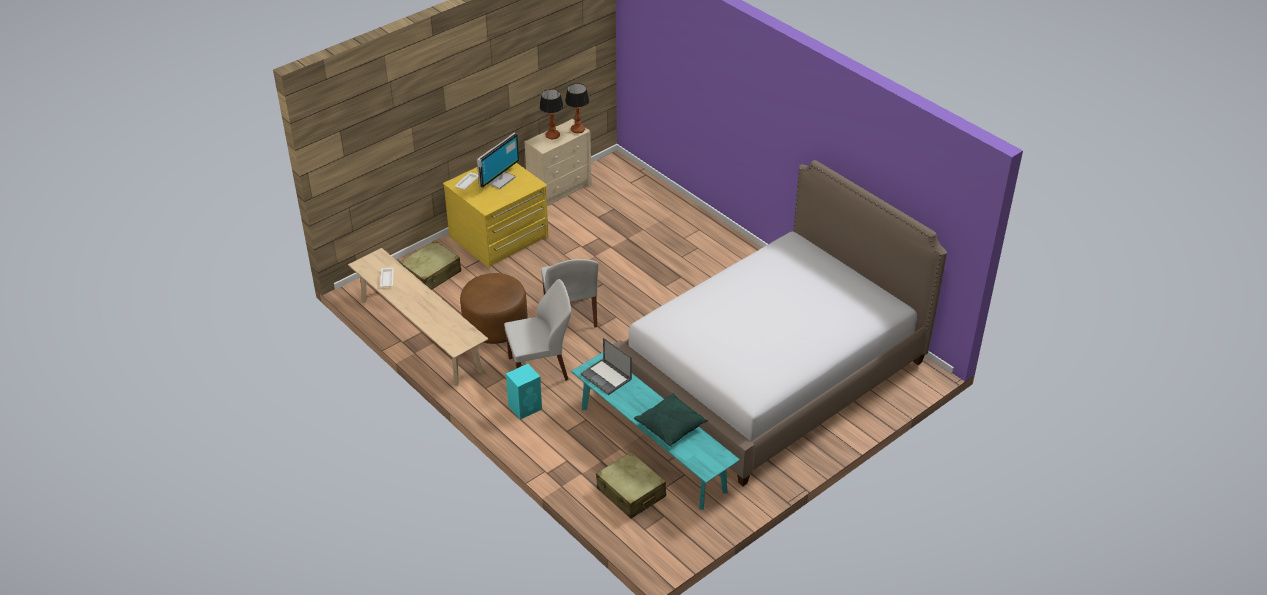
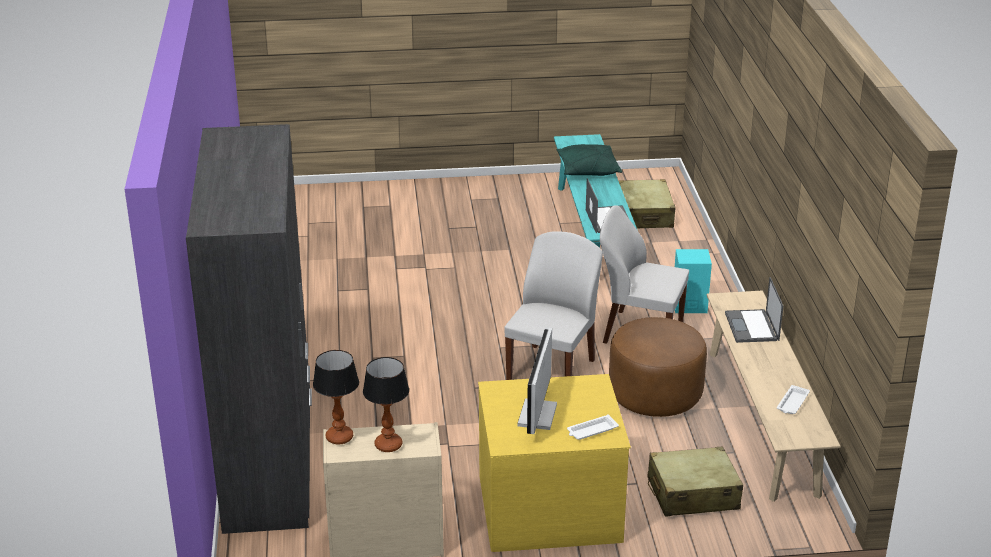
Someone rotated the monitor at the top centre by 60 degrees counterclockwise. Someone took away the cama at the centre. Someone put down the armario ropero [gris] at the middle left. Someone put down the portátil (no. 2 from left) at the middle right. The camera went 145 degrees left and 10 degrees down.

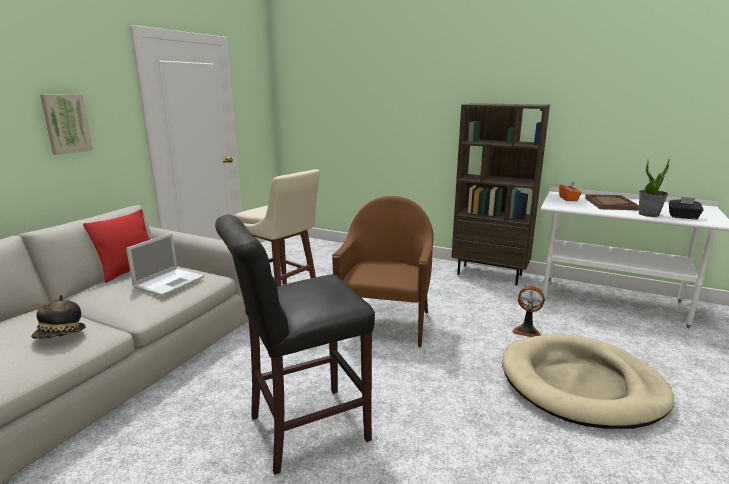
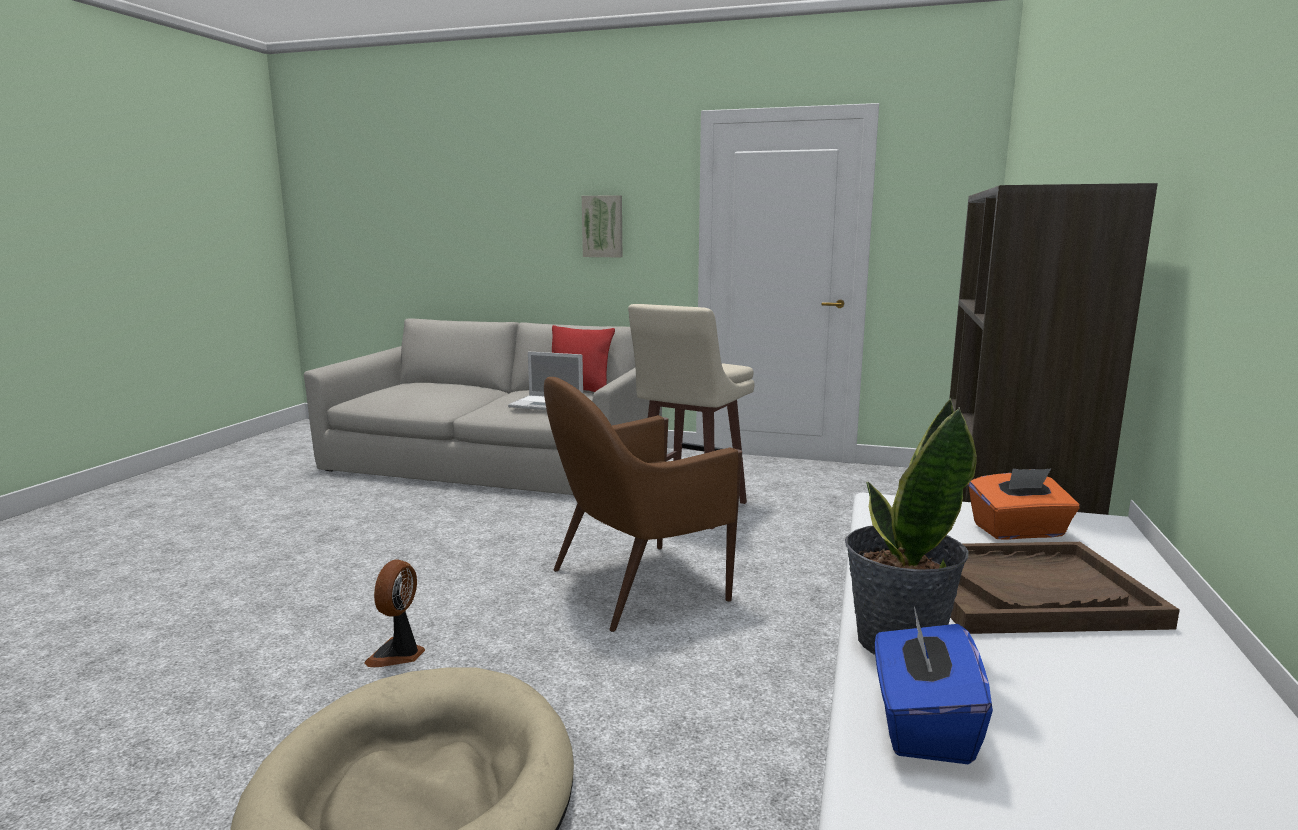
Someone rotated the sillón [marrón] at the centre by 150 degrees clockwise. Someone repainted the caja de pañuelos [negro] at the middle right, which became the caja de pañuelos [azul] at the bottom right. Someone took away the taburete [negro] at the bottom centre. Someone carried the ventilador from the middle right to the bottom left. Someone took away the sombrero at the middle left. The camera went 80 degrees right and 5 degrees down.

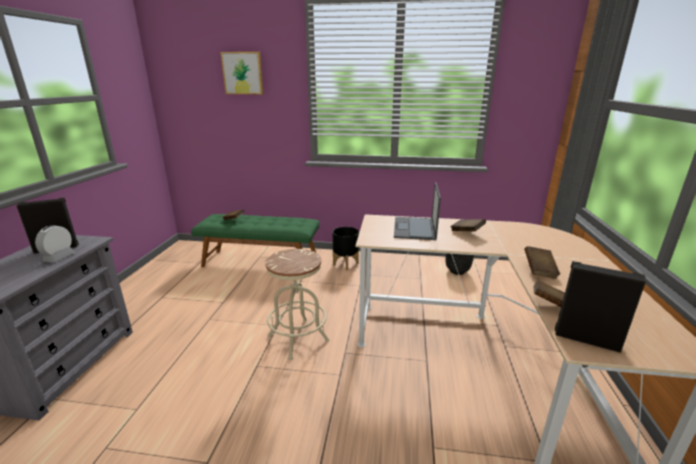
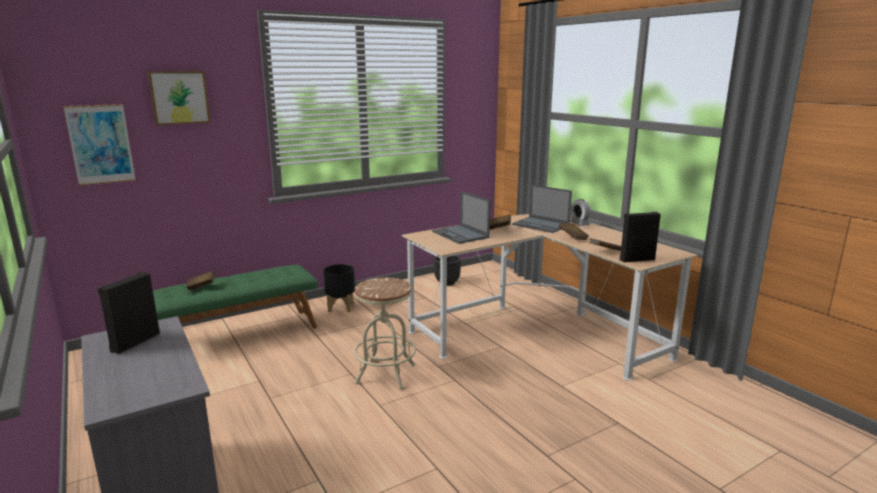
Someone carried the despertador from the middle left to the centre. Someone put up the cuadro (no. 1 from left) at the top left. Someone put down the portátil (no. 2 from left) at the centre. The camera went 40 degrees left and 5 degrees down.

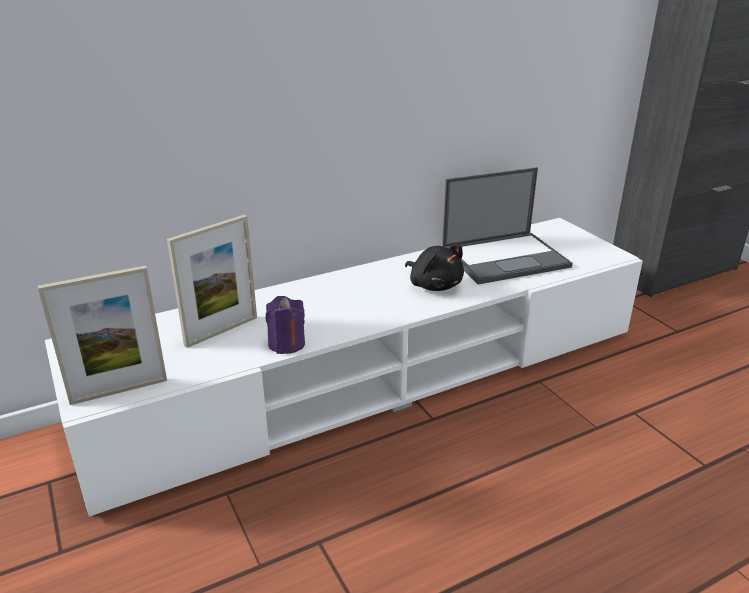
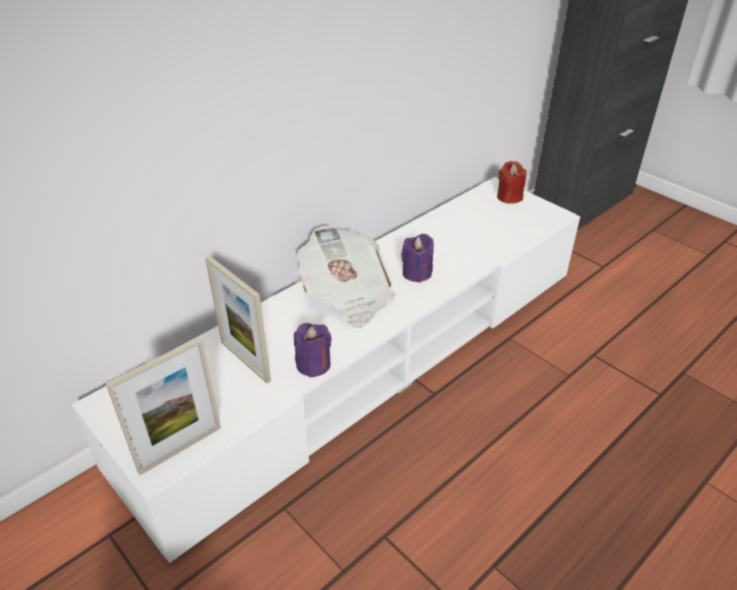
Someone took away the portátil at the middle right. Someone rotated the portarretratos (no. 2 from left) at the middle left by 105 degrees clockwise. Someone swapped the peluche [negro] at the centre for the vela [morado] (no. 2 from left) at the centre. Someone put down the vela [rojo] at the top right. Someone put down the periódico at the centre. The camera went 15 degrees left and 10 degrees up.

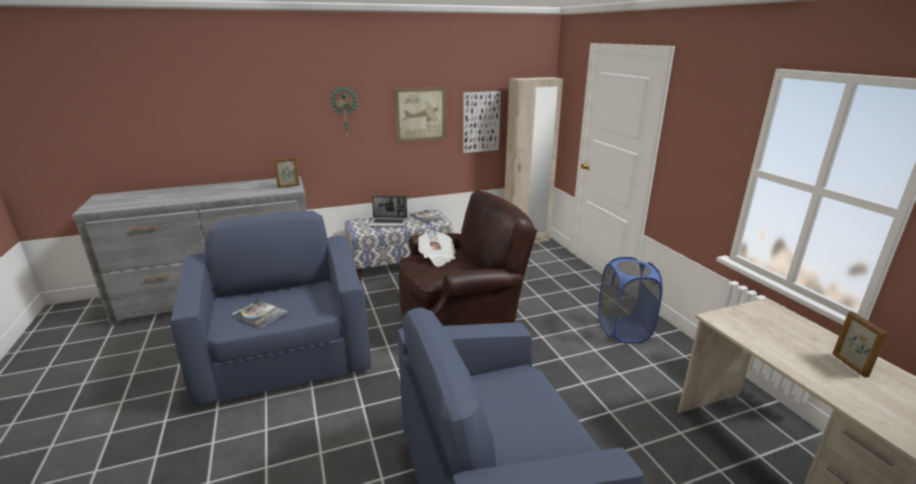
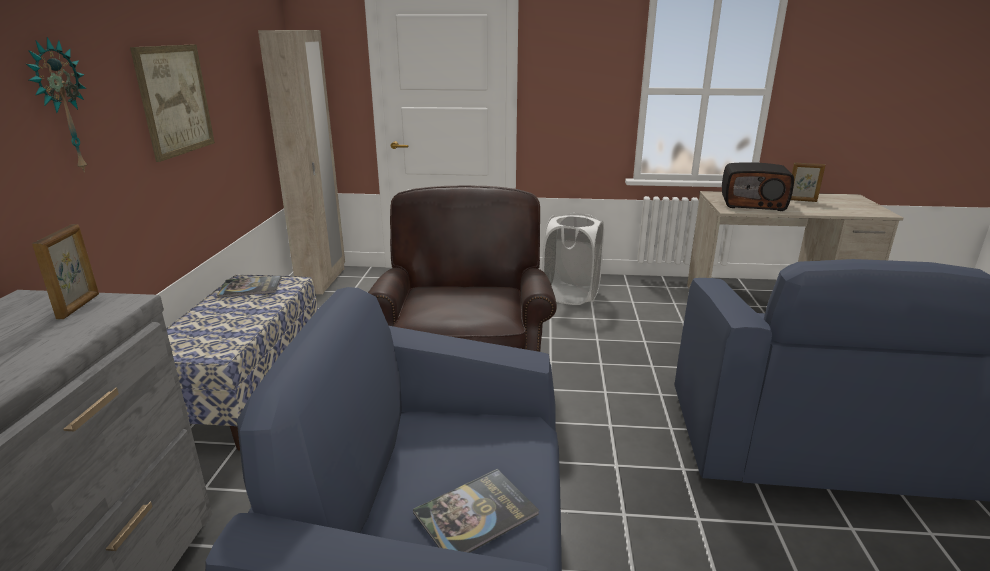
Someone took away the cuadro (no. 2 from left) at the top centre. Someone took away the portátil at the centre. Someone took away the periódico at the centre. Someone repainted the cesto de la ropa [azul] at the middle right, which became the cesto de la ropa [blanco] at the centre. Someone put down the radio at the top right. The camera went 65 degrees left and 0 degrees up.

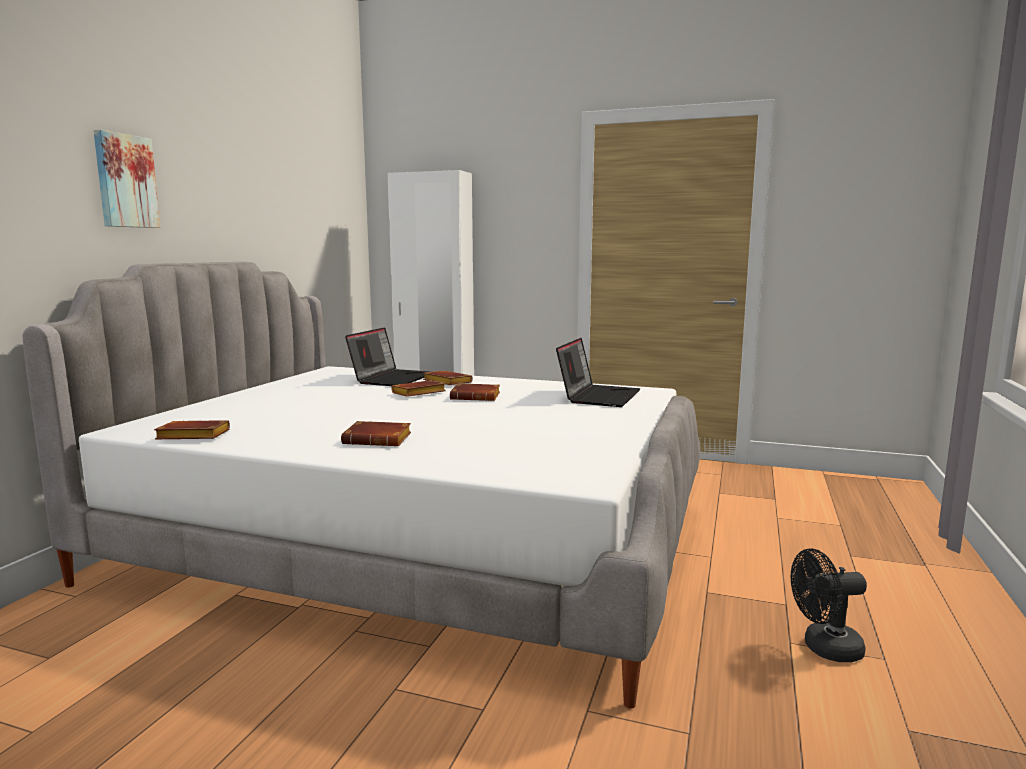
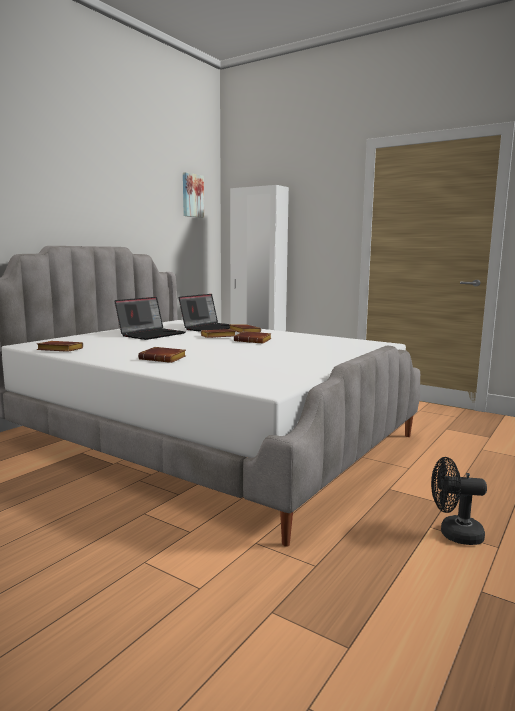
Someone carried the cuadro from the top left to the top centre. Someone carried the portátil (no. 2 from left in the first image) from the centre to the middle left. The camera went 15 degrees right and 0 degrees up.

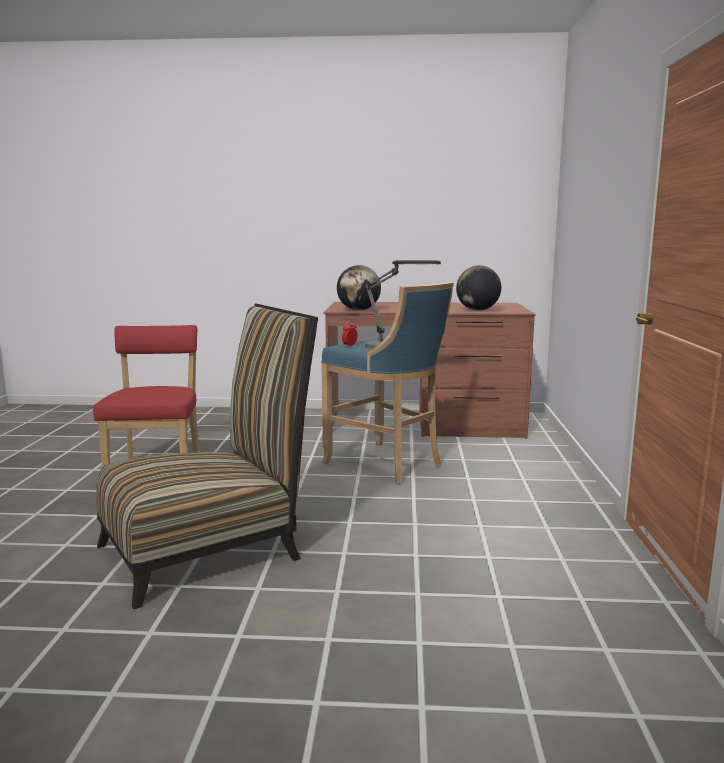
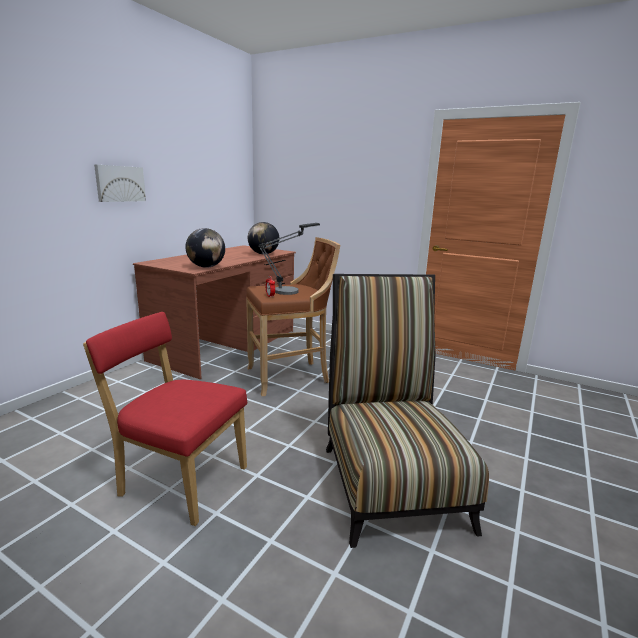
Someone repainted the taburete [azul] at the centre, which became the taburete [marrón] at the centre. Someone put up the cuadro at the top left. The camera went 65 degrees left and 5 degrees up.

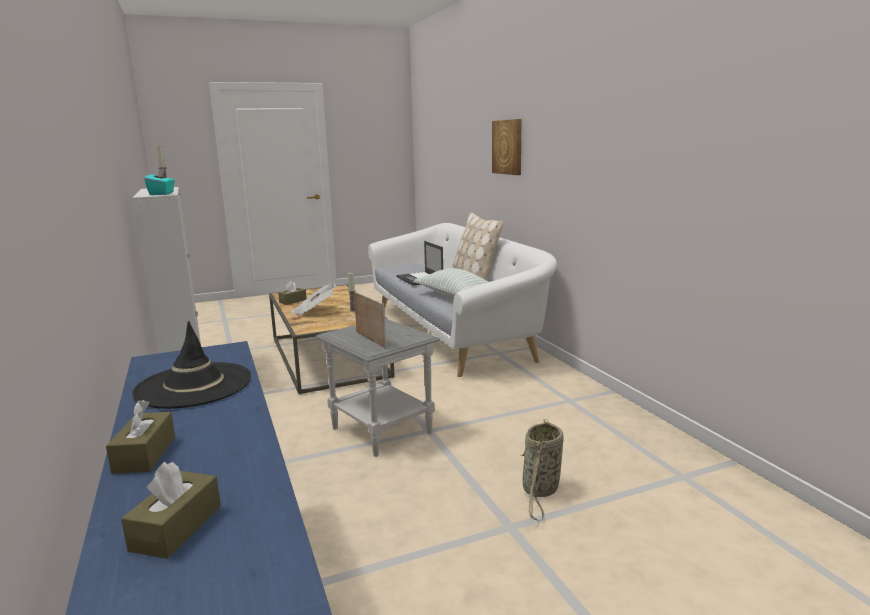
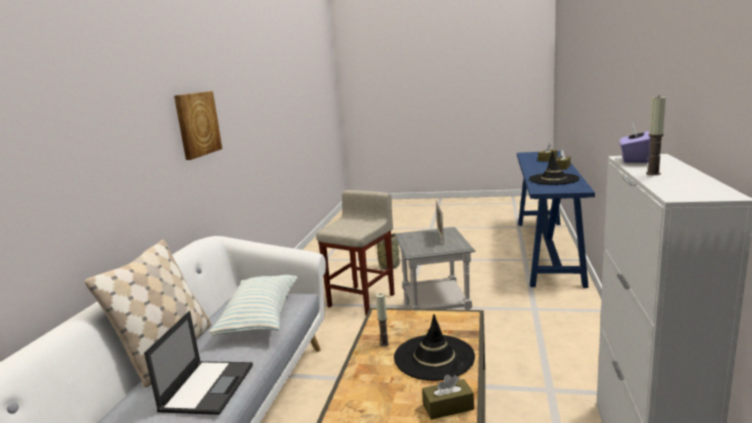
Someone carried the cuadro from the top centre to the top left. Someone repainted the caja de pañuelos [turquesa] at the top left, which became the caja de pañuelos [morado] at the middle right. Someone swapped the periódico at the centre for the sombrero [negro] (no. 1 from left) at the bottom centre. Someone put down the taburete [beis] at the centre. The camera went 145 degrees left and 0 degrees up.

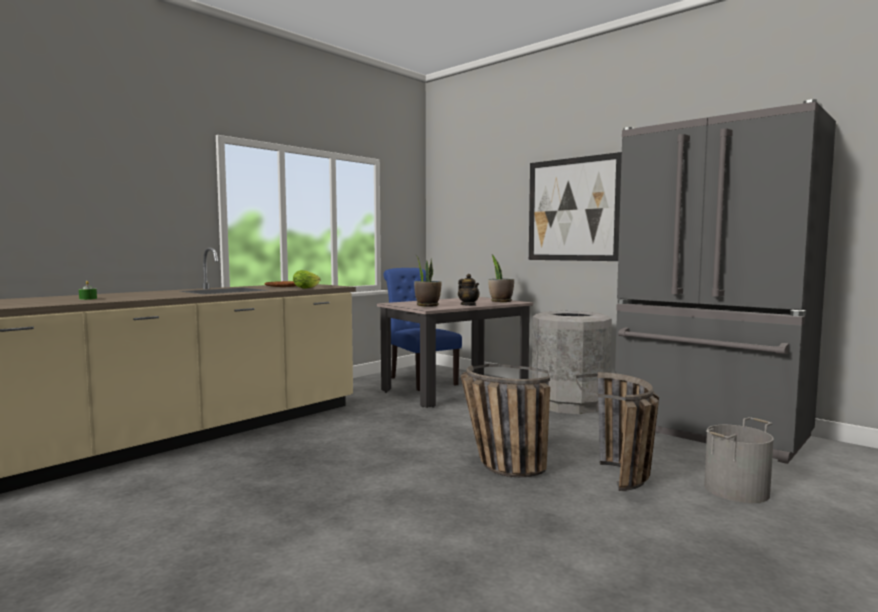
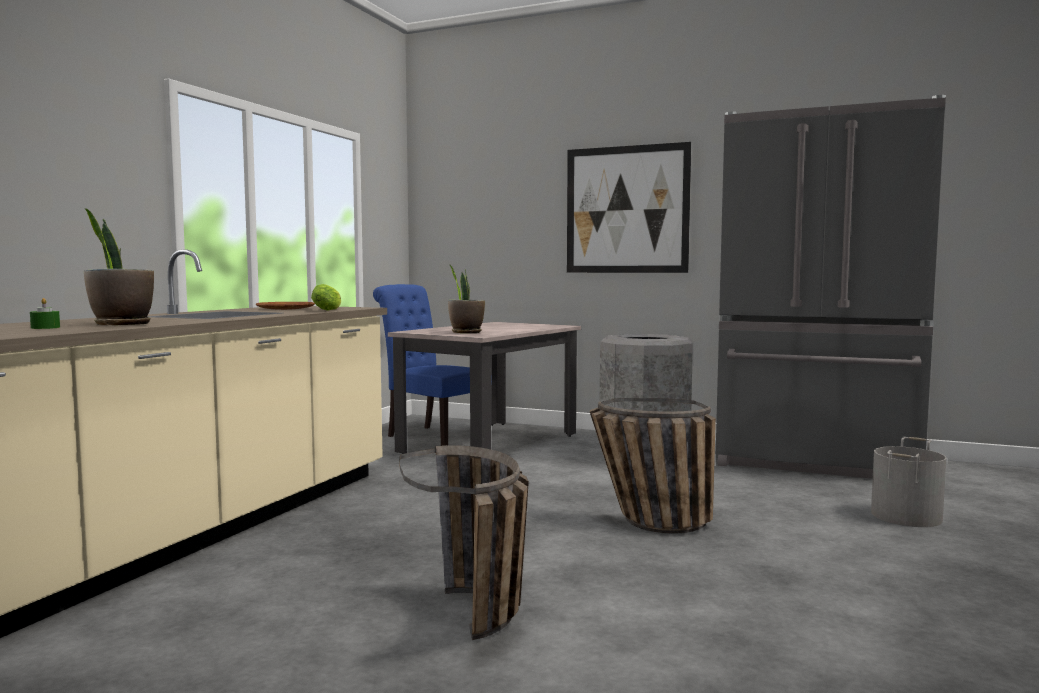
Someone carried the planta en maceta (no. 2 from left in the first image) from the centre to the middle left. Someone took away the tetera at the centre. Someone carried the cesta (no. 2 from left in the first image) from the bottom right to the bottom centre. The camera went 20 degrees left and 0 degrees up.

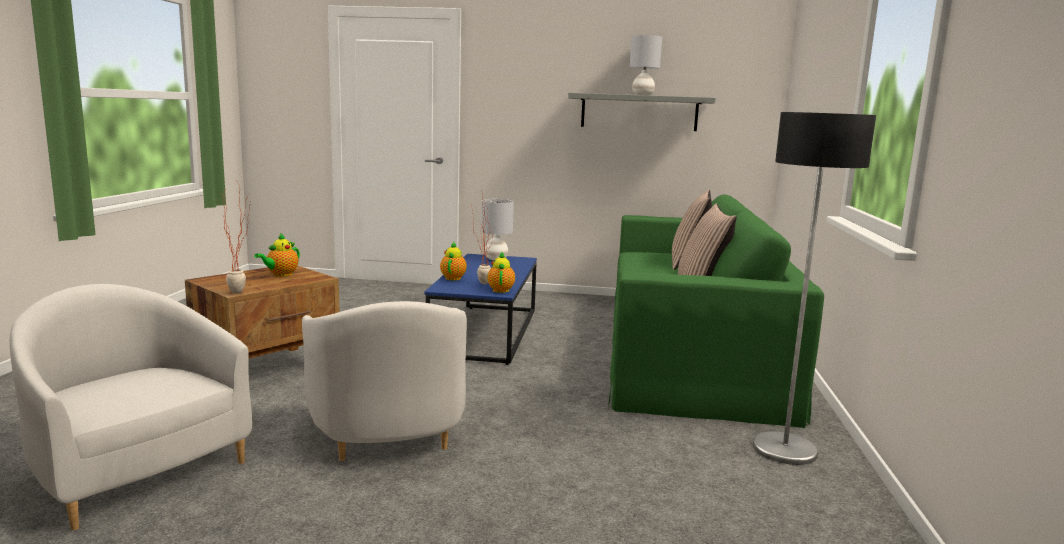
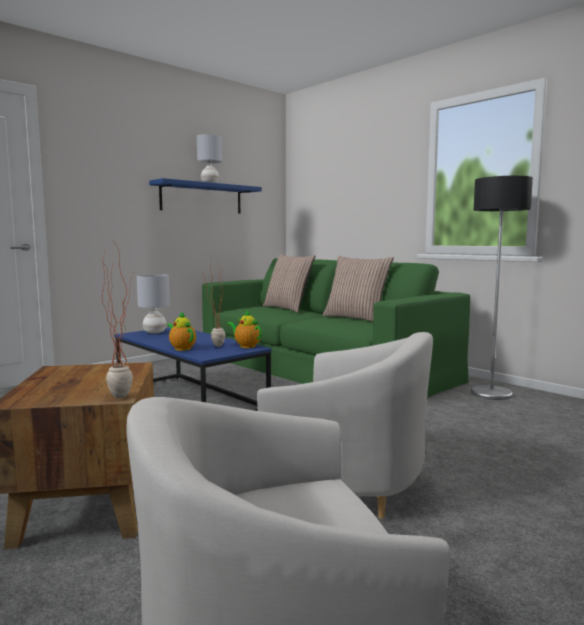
Someone repainted the estante [gris] at the top centre, which became the estante [azul] at the top centre. Someone took away the tetera (no. 1 from left) at the middle left. The camera went 50 degrees left and 5 degrees down.

